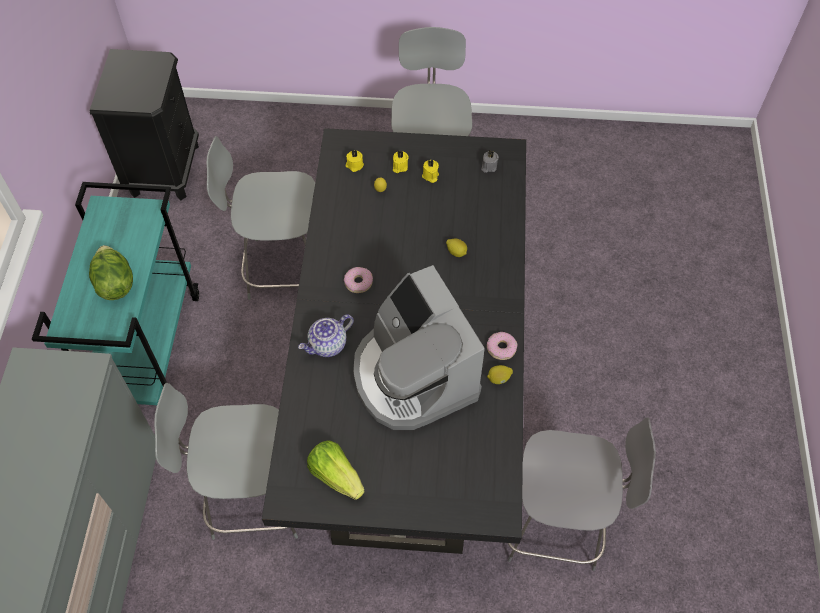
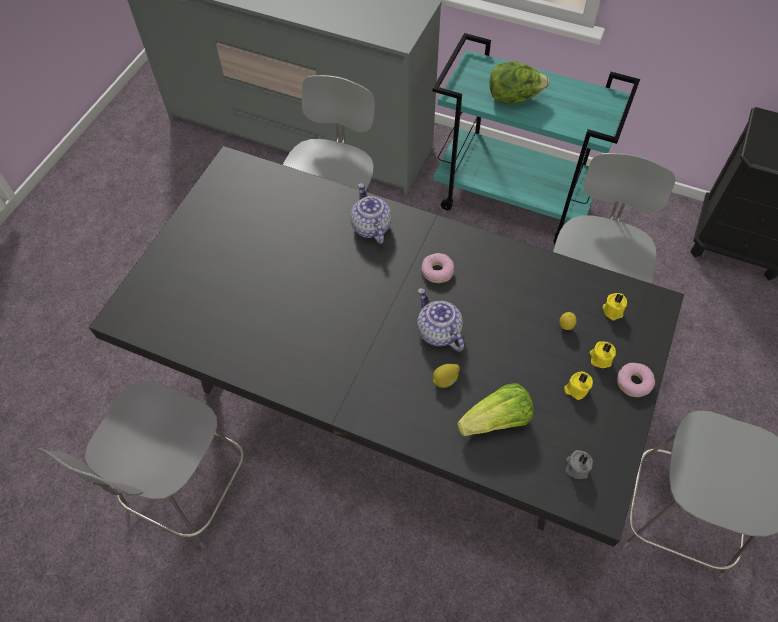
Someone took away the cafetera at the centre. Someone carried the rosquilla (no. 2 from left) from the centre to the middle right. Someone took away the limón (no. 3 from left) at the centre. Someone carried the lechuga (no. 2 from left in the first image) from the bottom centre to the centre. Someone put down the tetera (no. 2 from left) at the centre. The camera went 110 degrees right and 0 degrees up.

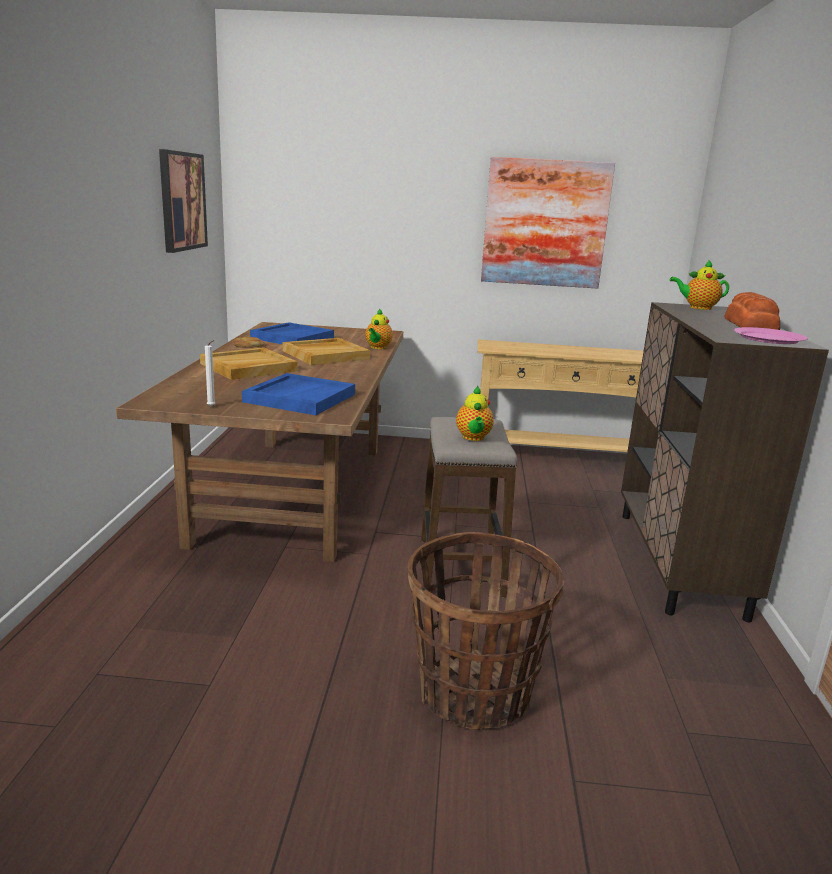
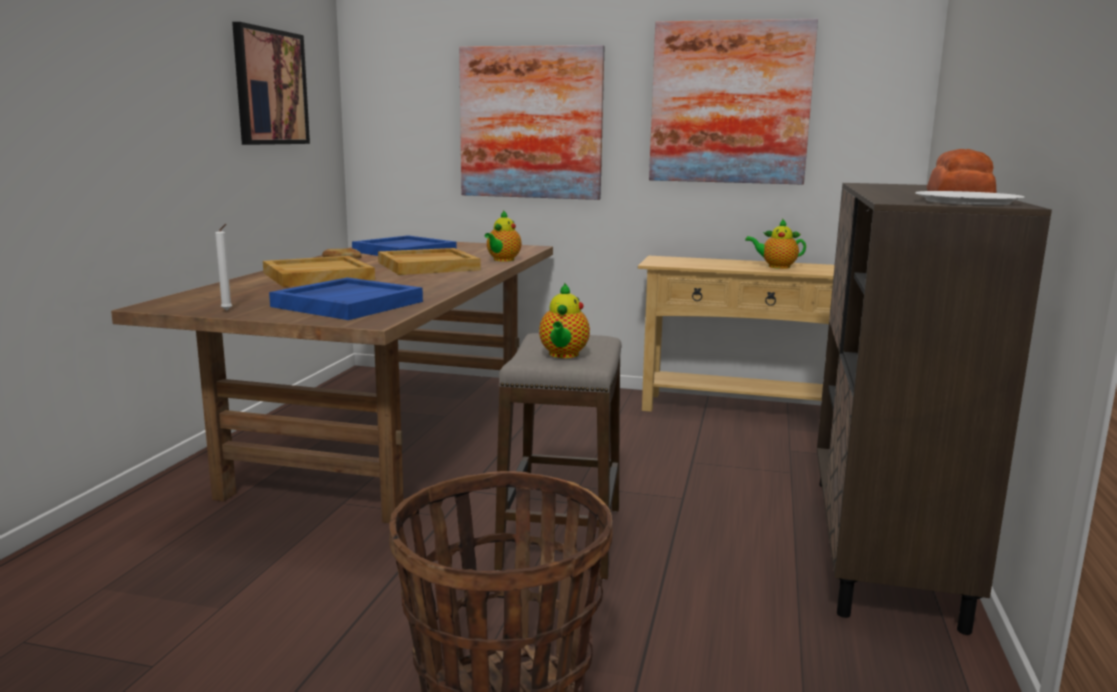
Someone carried the tetera (no. 3 from left) from the top right to the middle right. Someone repainted the plato [rosa] at the middle right, which became the plato [blanco] at the top right. Someone put up the cuadro (no. 2 from left) at the top centre. The camera went 10 degrees right and 5 degrees down.

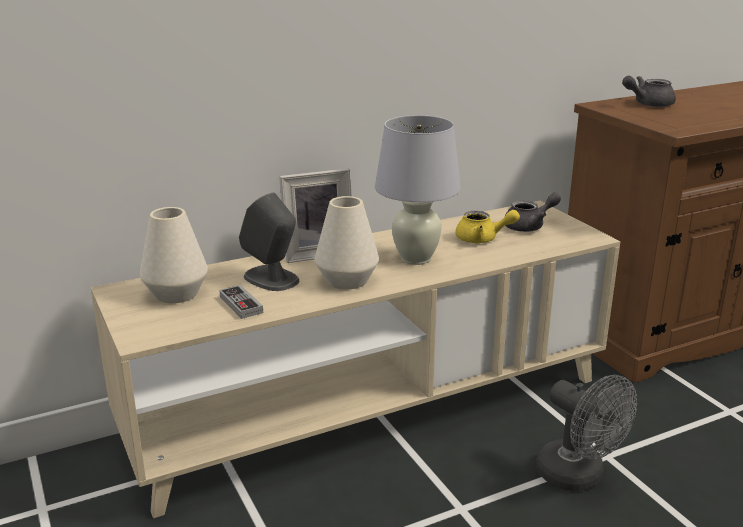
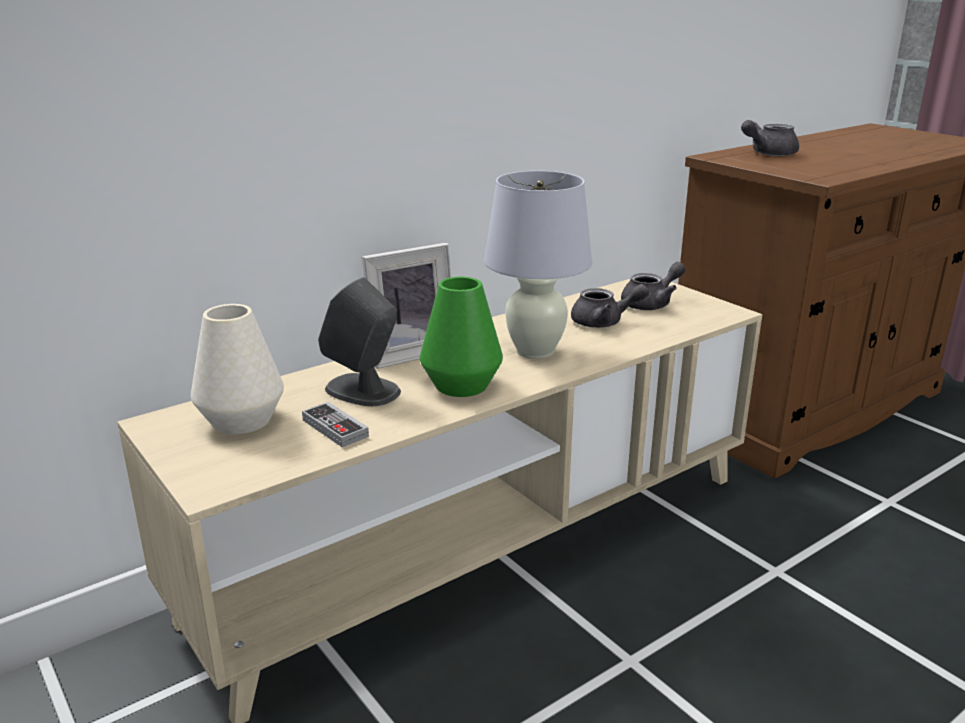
Someone repainted the florero [blanco] (no. 2 from left) at the centre, which became the florero [verde] at the centre. Someone repainted the tetera [amarillo] at the centre, which became the tetera [gris] (no. 1 from left) at the centre. Someone took away the ventilador [gris] at the bottom right. The camera went 10 degrees left and 0 degrees up.

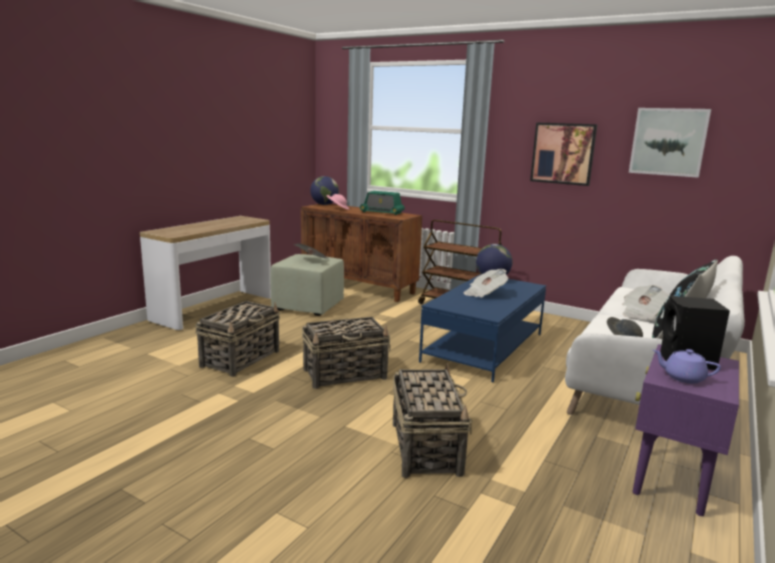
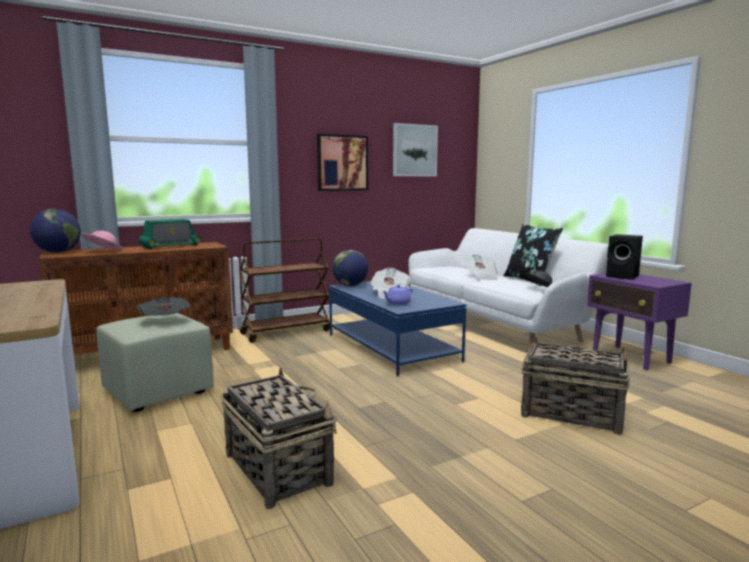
Someone took away the cesta (no. 2 from left) at the centre. Someone carried the tetera [morado] from the middle right to the centre. The camera went 60 degrees left and 5 degrees down.

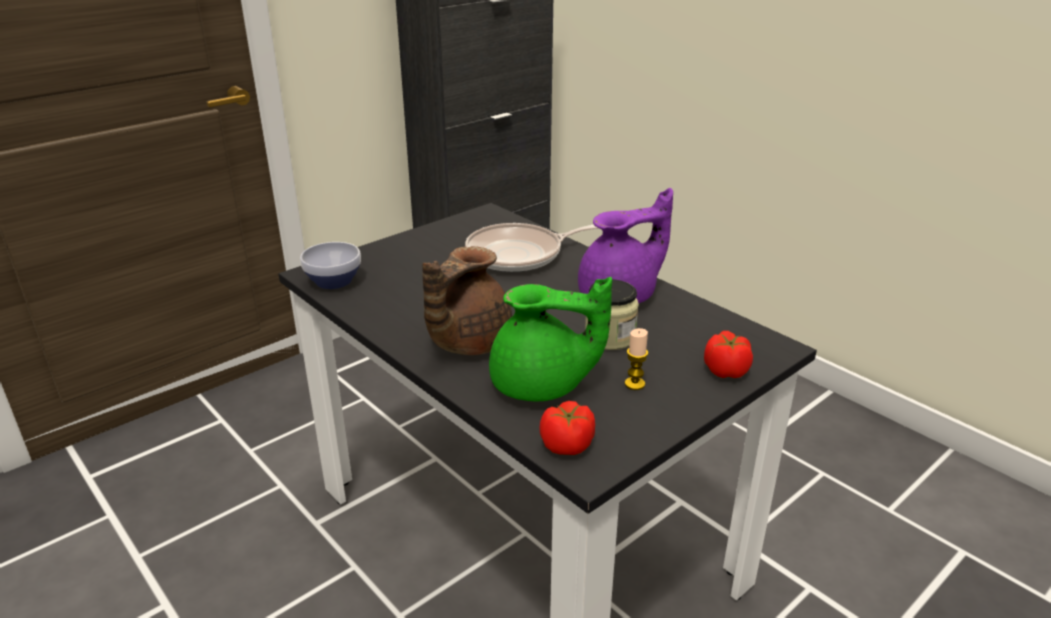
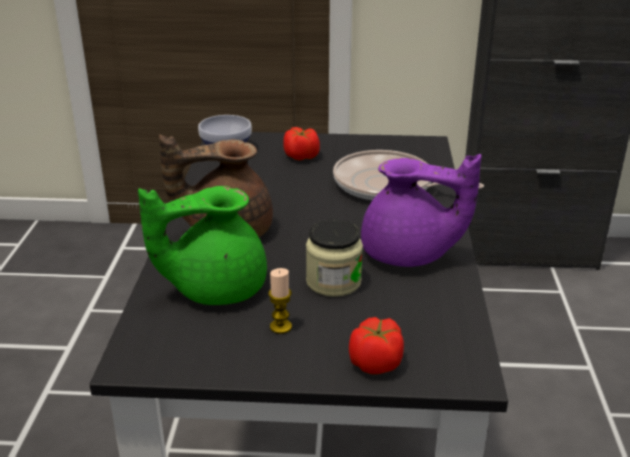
Someone rotated the tetera [verde] at the centre by 105 degrees clockwise. Someone carried the tomate (no. 1 from left) from the bottom centre to the top centre. The camera went 45 degrees right and 0 degrees up.

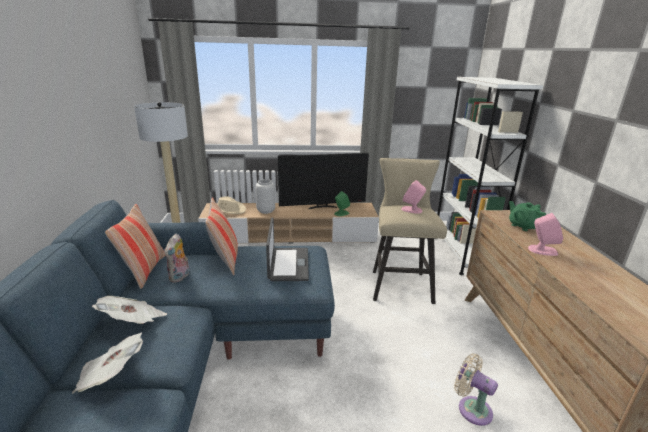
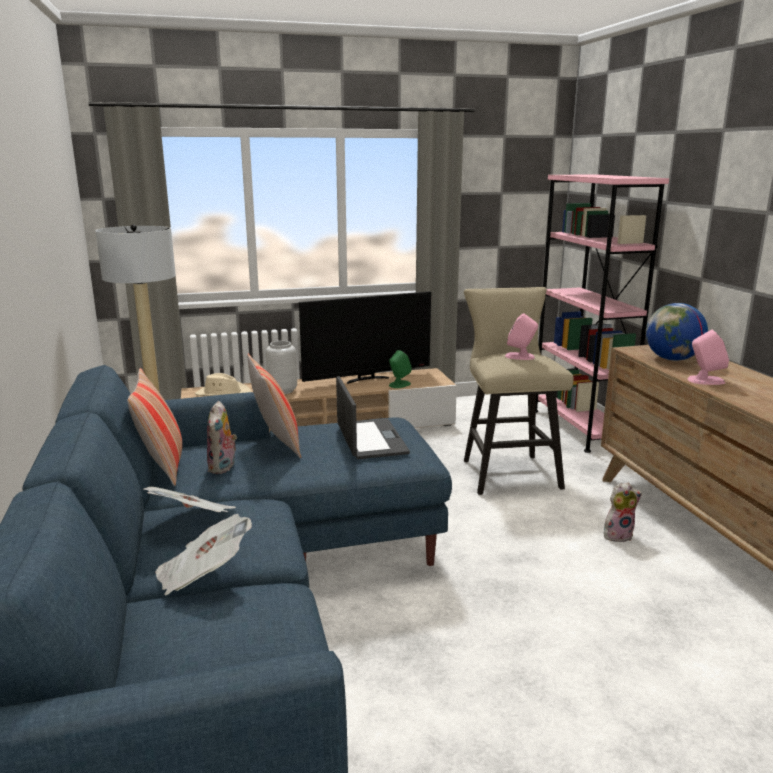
Someone repainted the estantería [blanco] at the middle right, which became the estantería [rosa] at the middle right. Someone swapped the tetera [verde] at the middle right for the globo terráqueo at the middle right. Someone took away the ventilador [beis] at the bottom right. Someone put down the peluche (no. 2 from left) at the middle right. The camera went 10 degrees left and 5 degrees down.

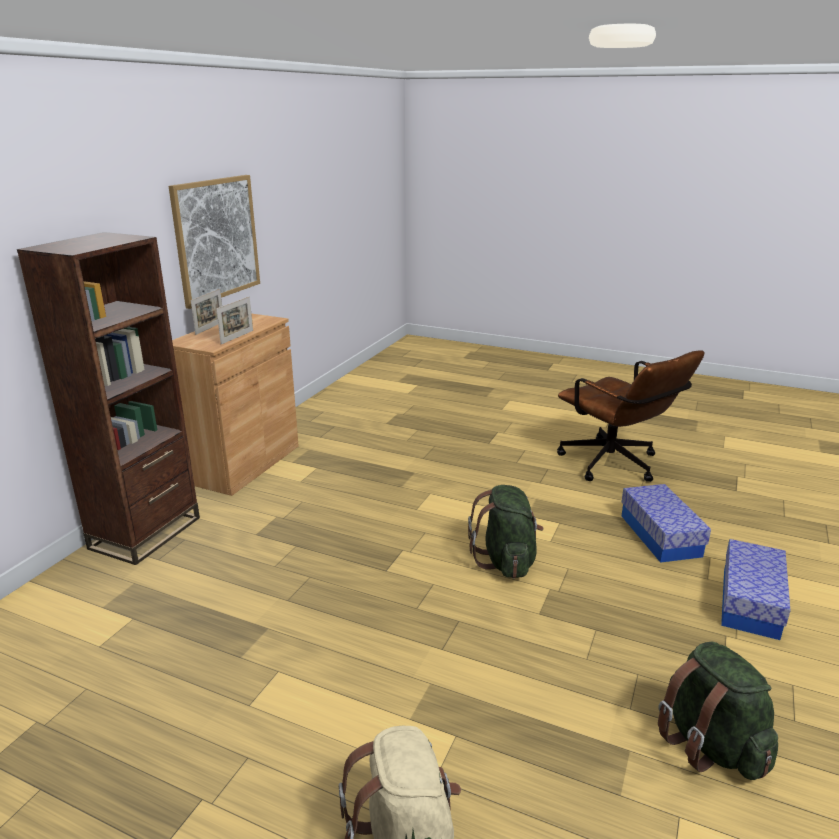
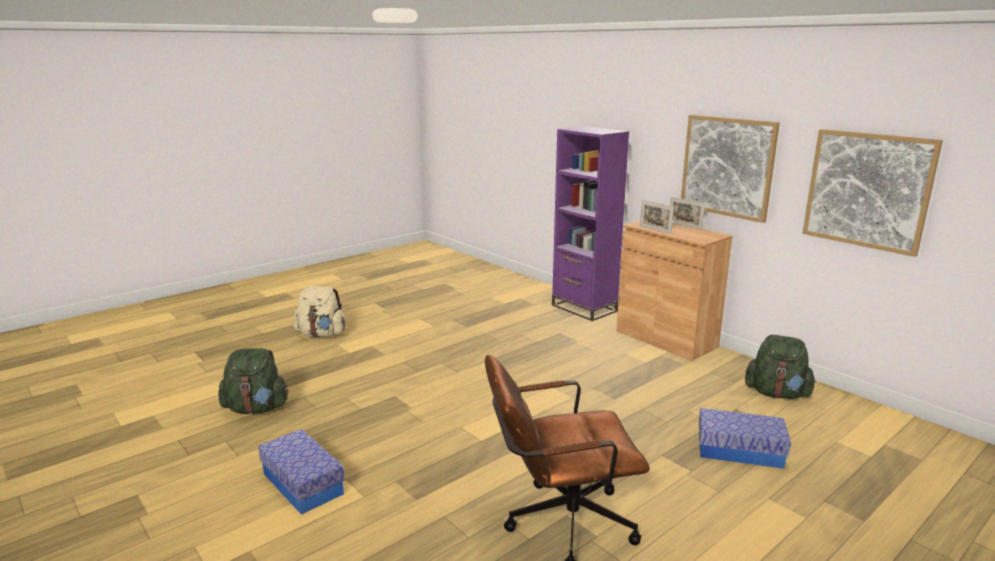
Someone repainted the estantería [marrón] at the middle left, which became the estantería [morado] at the centre. Someone carried the caja de almacenaje (no. 1 from left in the first image) from the middle right to the bottom right. Someone carried the mochila [verde] (no. 1 from left in the first image) from the centre to the middle right. Someone put up the cuadro (no. 2 from left) at the middle right. The camera went 115 degrees right and 5 degrees down.

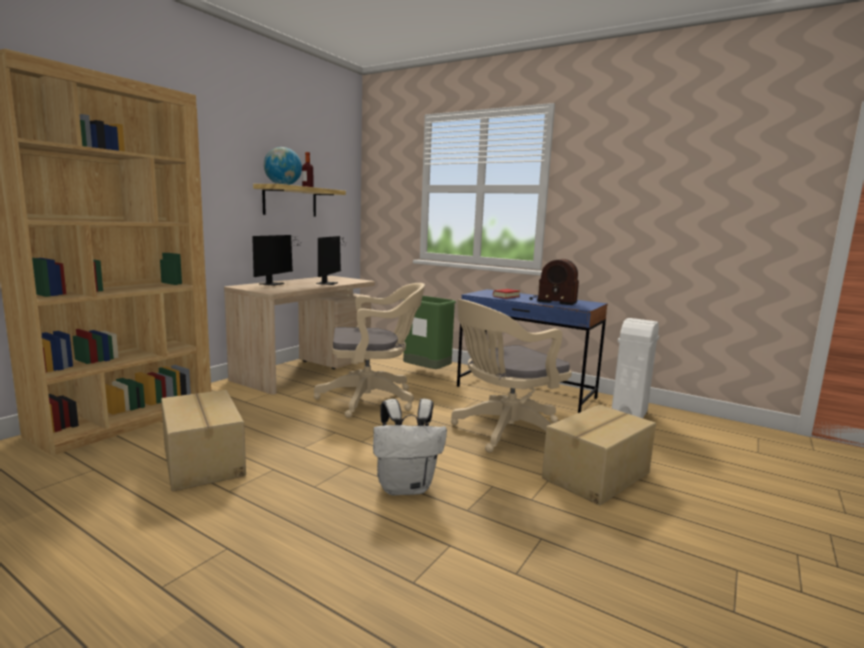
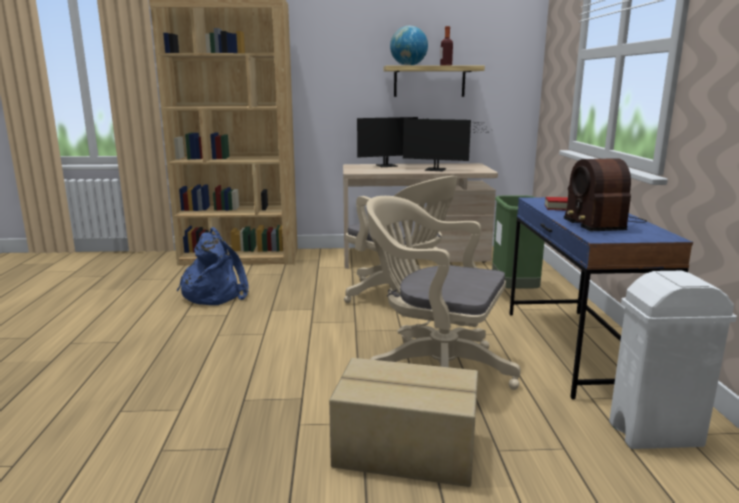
Someone rotated the monitor (no. 2 from left) at the centre by 45 degrees clockwise. Someone swapped the caja de cartón (no. 1 from left) at the bottom left for the mochila [azul] at the middle left. Someone took away the mochila [blanco] at the bottom centre. The camera went 55 degrees right and 5 degrees up.

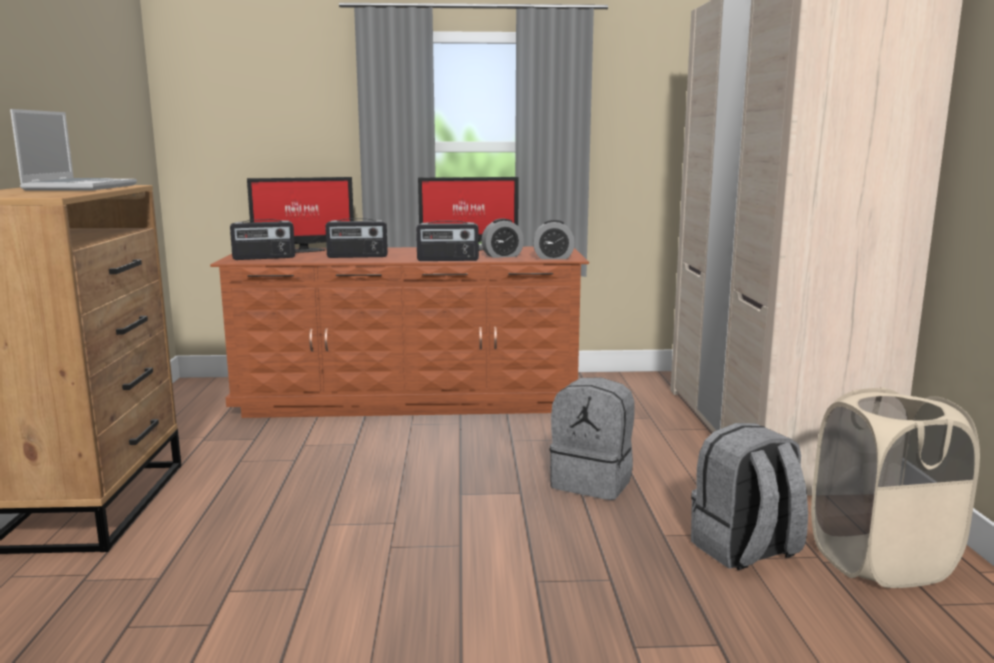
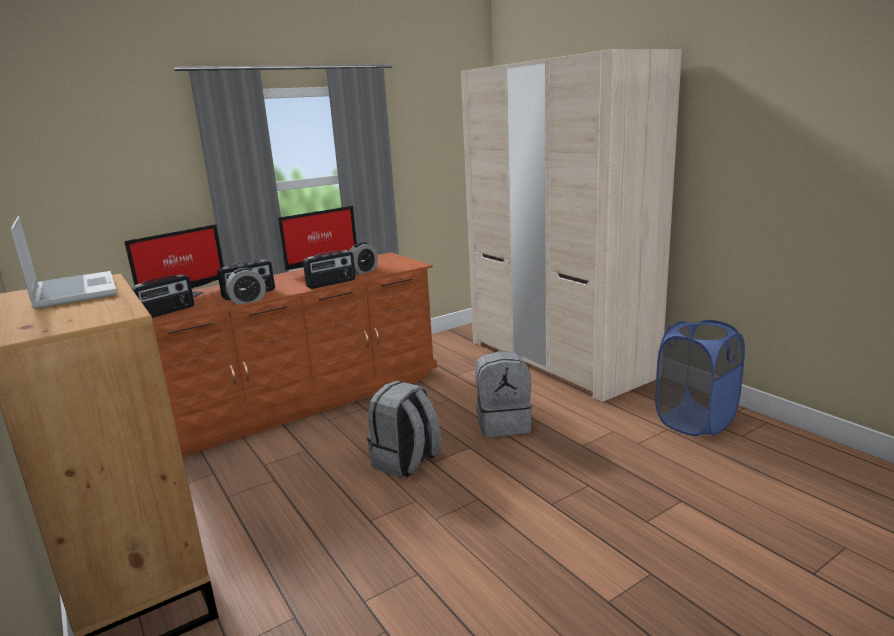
Someone carried the despertador (no. 2 from left in the first image) from the centre to the middle left. Someone repainted the cesto de la ropa [beis] at the bottom right, which became the cesto de la ropa [azul] at the middle right. Someone carried the mochila [gris] (no. 2 from left in the first image) from the bottom right to the bottom centre. The camera went 30 degrees left and 5 degrees up.

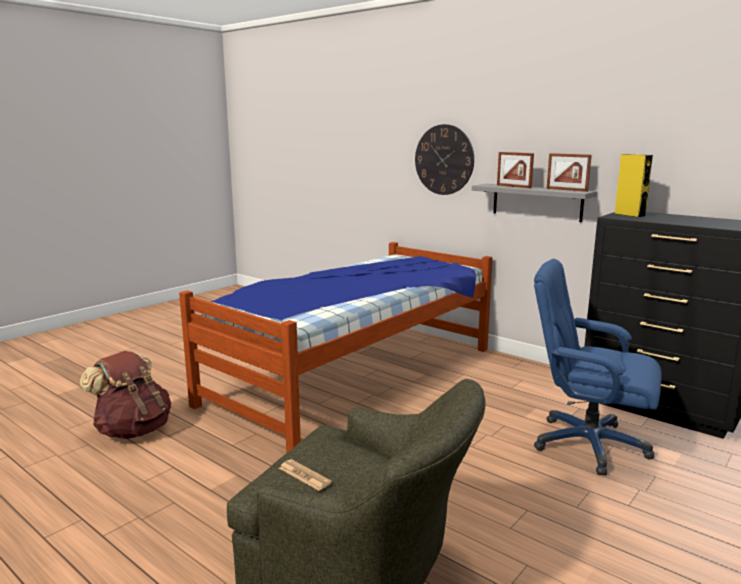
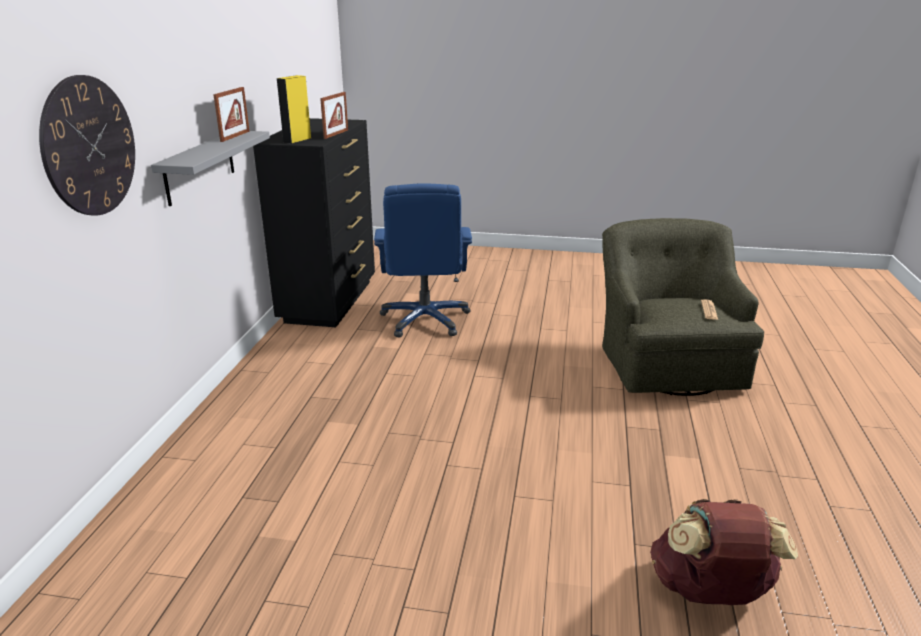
Someone carried the portarretratos (no. 1 from left in the first image) from the top right to the top centre. Someone took away the cama at the centre. The camera went 120 degrees left and 10 degrees up.

